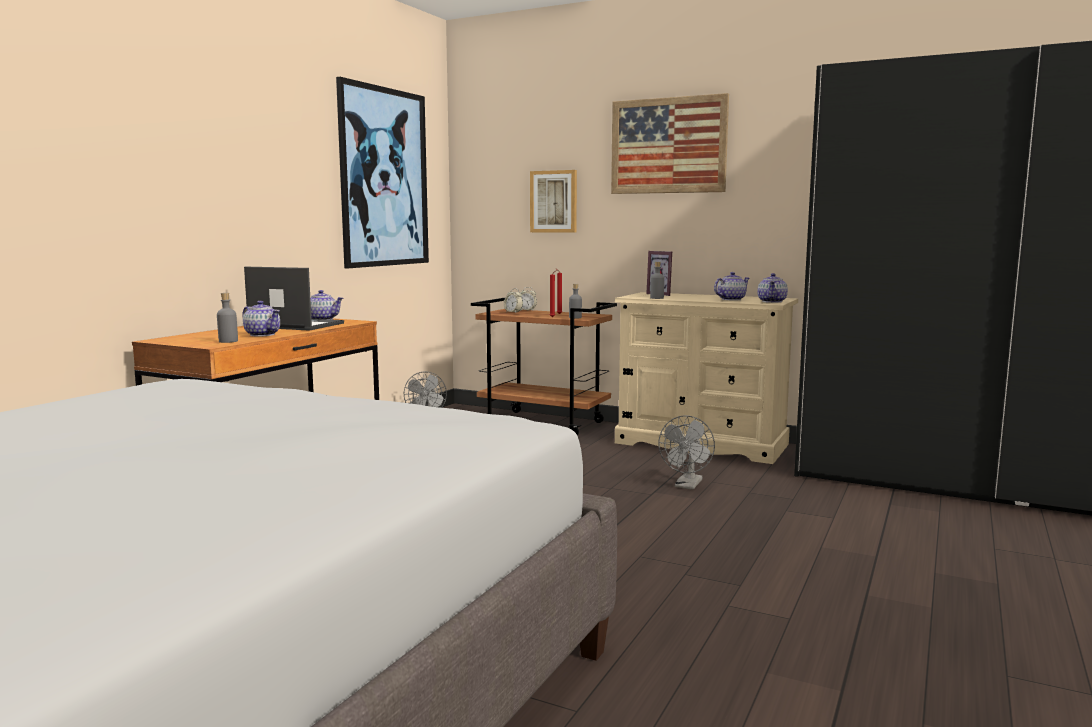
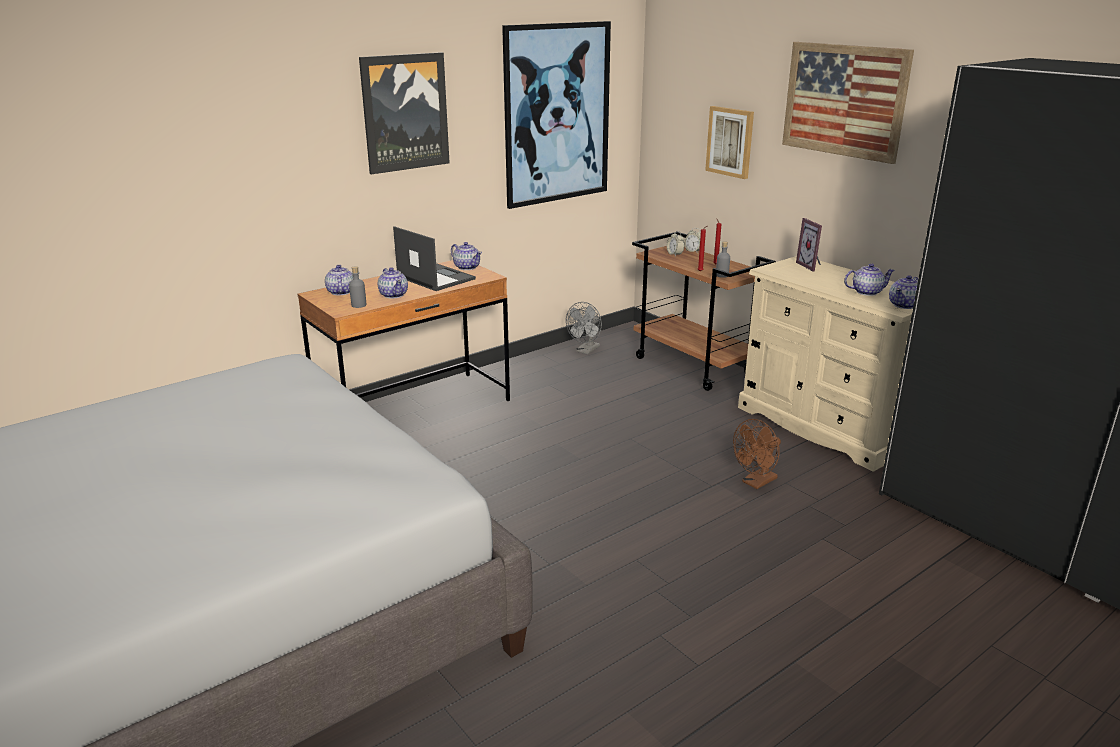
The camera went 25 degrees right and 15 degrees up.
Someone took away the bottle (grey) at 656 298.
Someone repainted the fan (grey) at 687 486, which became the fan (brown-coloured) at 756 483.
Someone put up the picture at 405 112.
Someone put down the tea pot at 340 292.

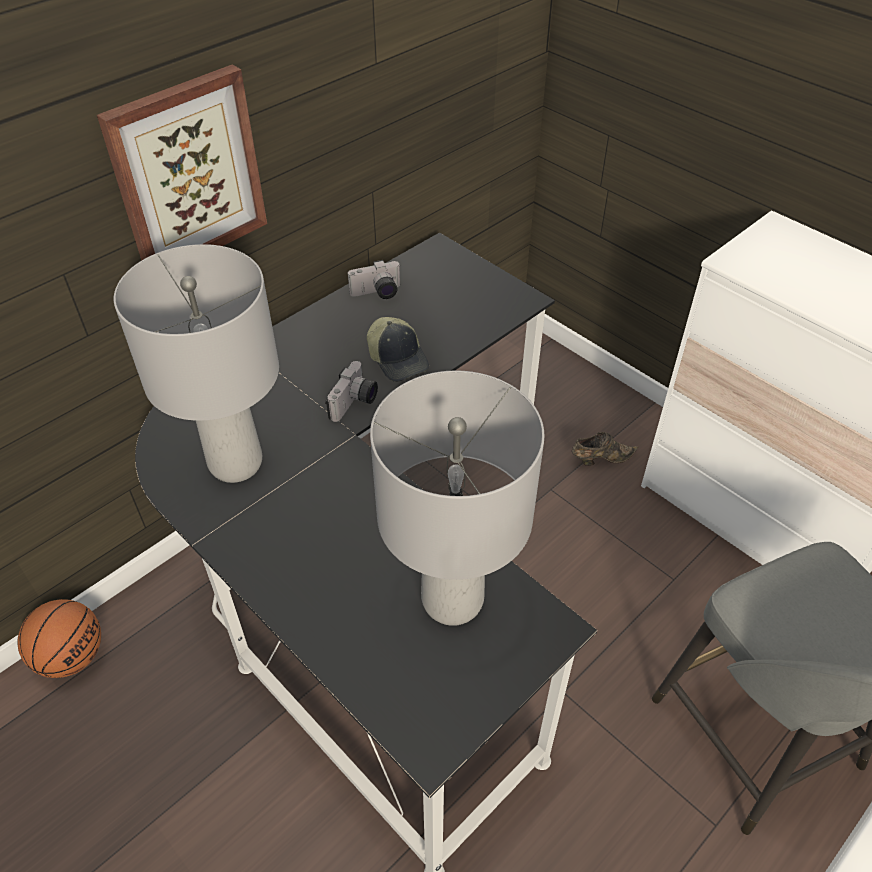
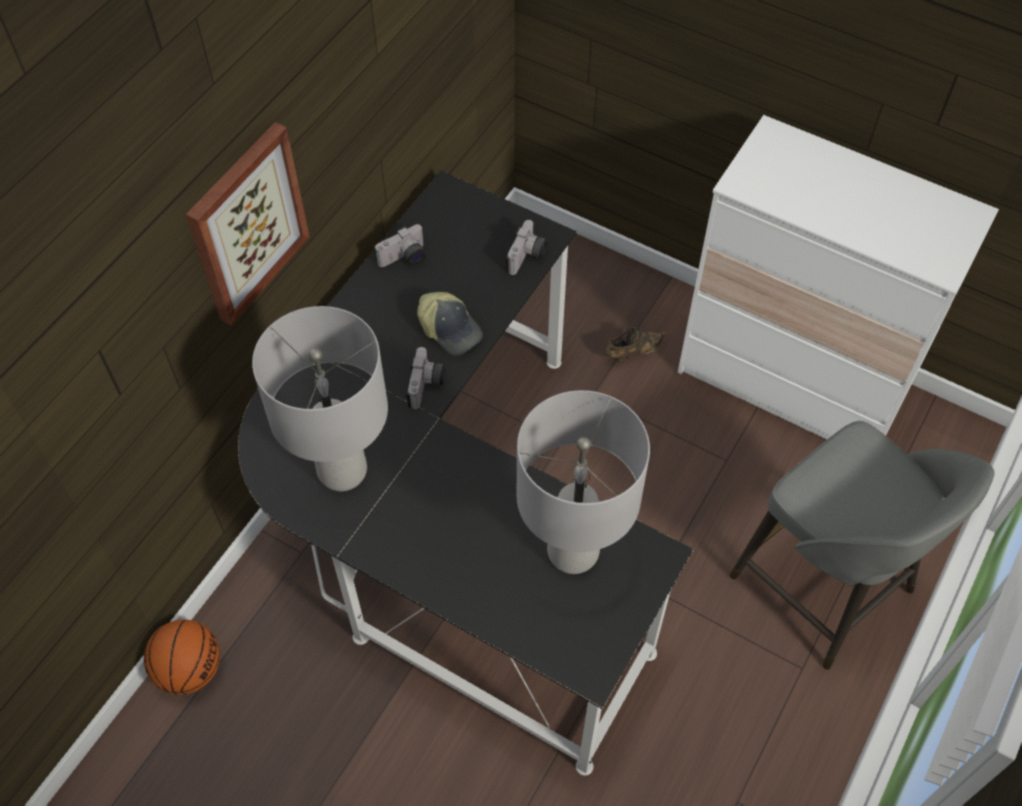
The camera went 15 degrees left and 10 degrees up.
Someone put down the photo camera at 527 257.

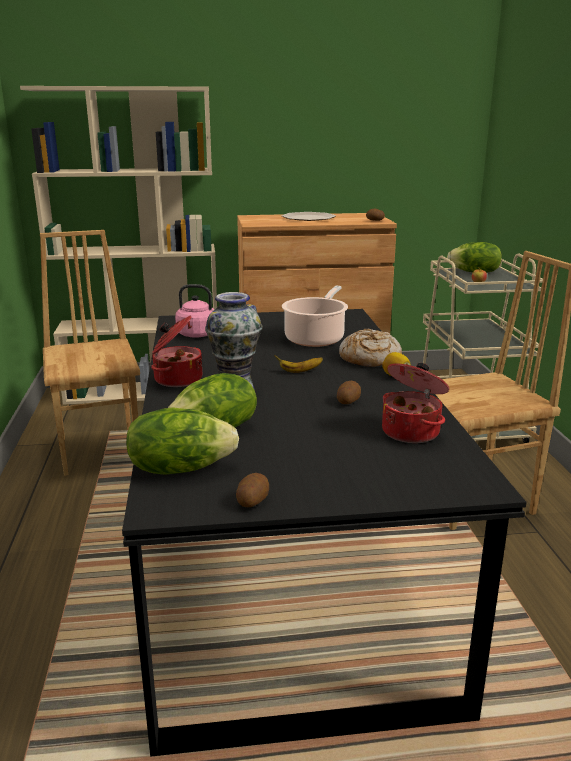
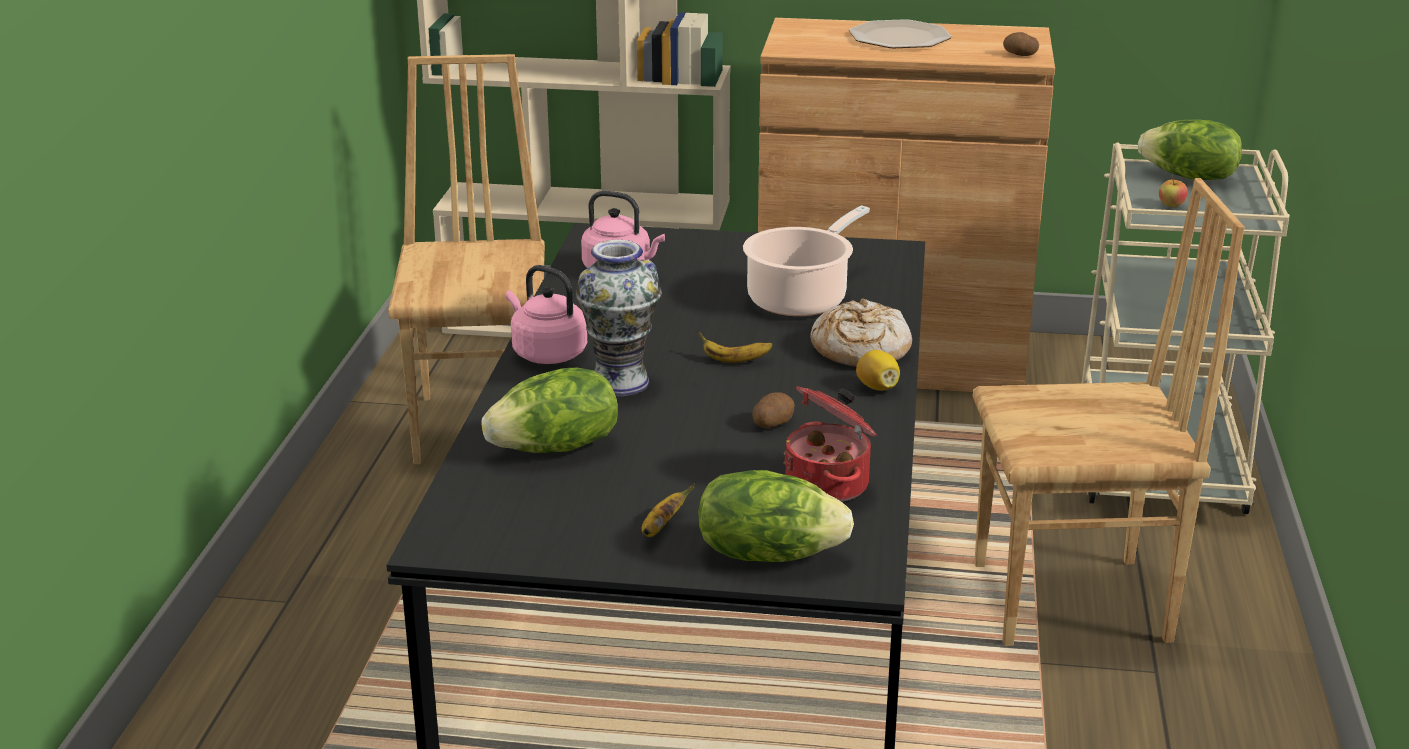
The camera went 15 degrees right and 5 degrees up.
Someone swapped the saucepot at 177 379 for the water kettle (pinkish) at 546 353.
Someone carried the lettuce head from 180 468 to 768 553.
Someone took away the whole potato at 252 501.
Someone put down the banana fruit at 662 527.

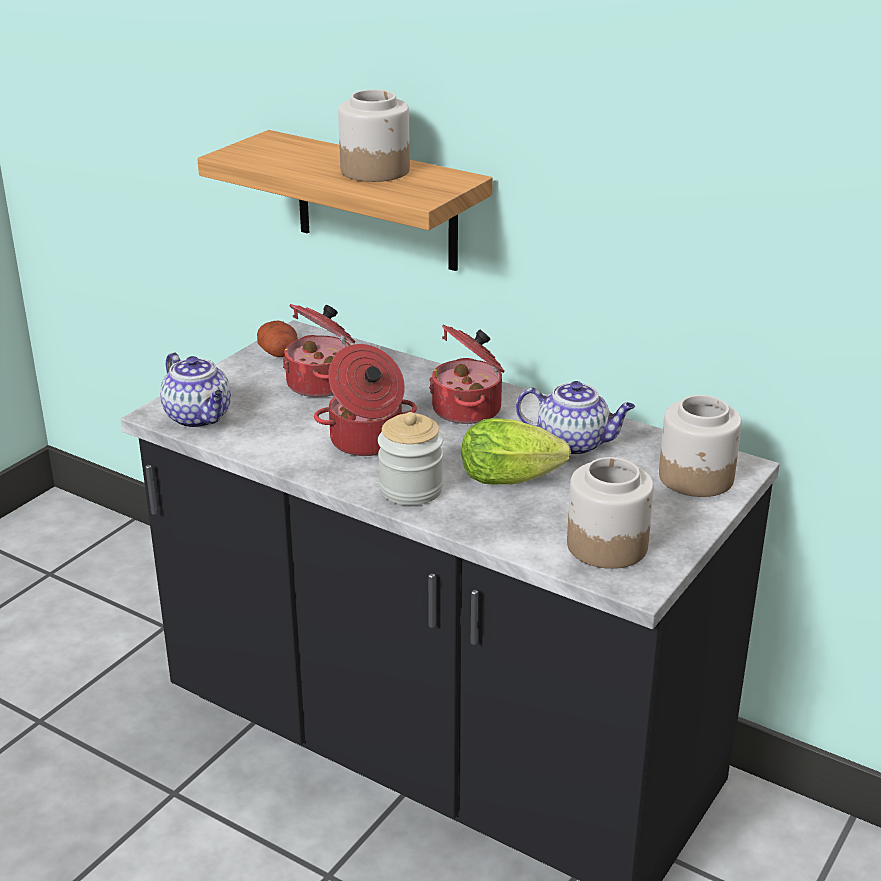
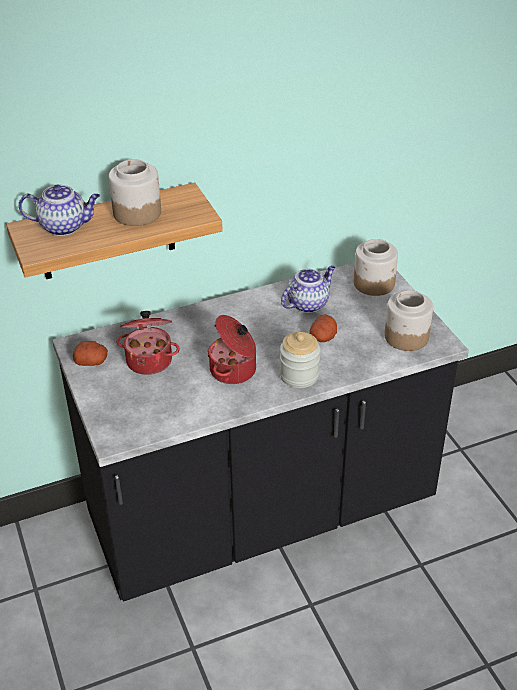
The camera went 55 degrees left and 10 degrees up.
Someone took away the saucepot at 469 409.
Someone carried the tea pot from 200 418 to 64 226.
Someone swapped the lettuce head at 515 479 for the whole potato at 323 337.

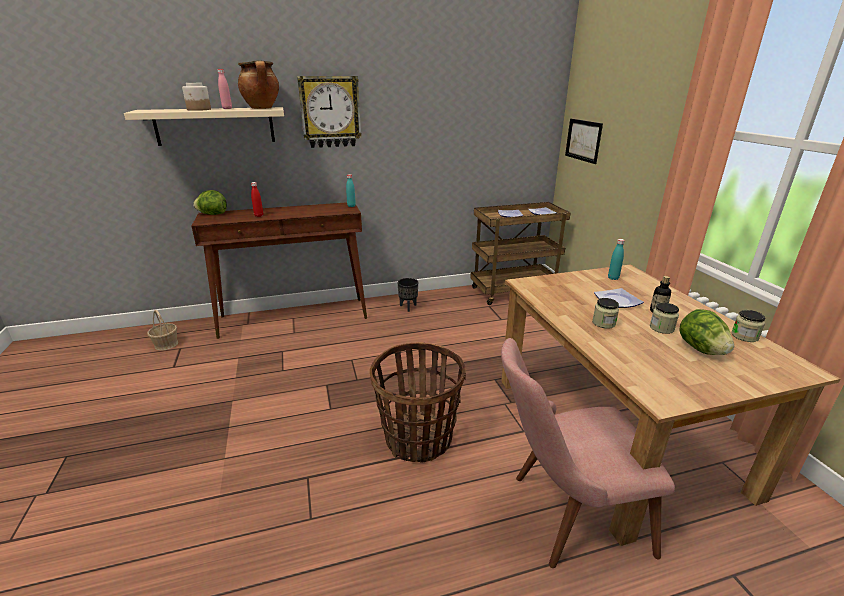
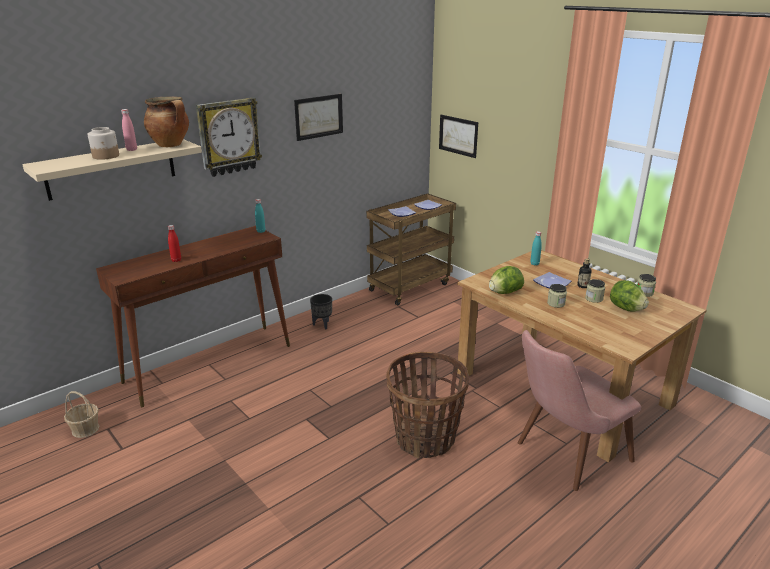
The camera went 25 degrees left and 0 degrees up.
Someone carried the lettuce head from 212 214 to 504 292.
Someone put up the picture at 319 116.

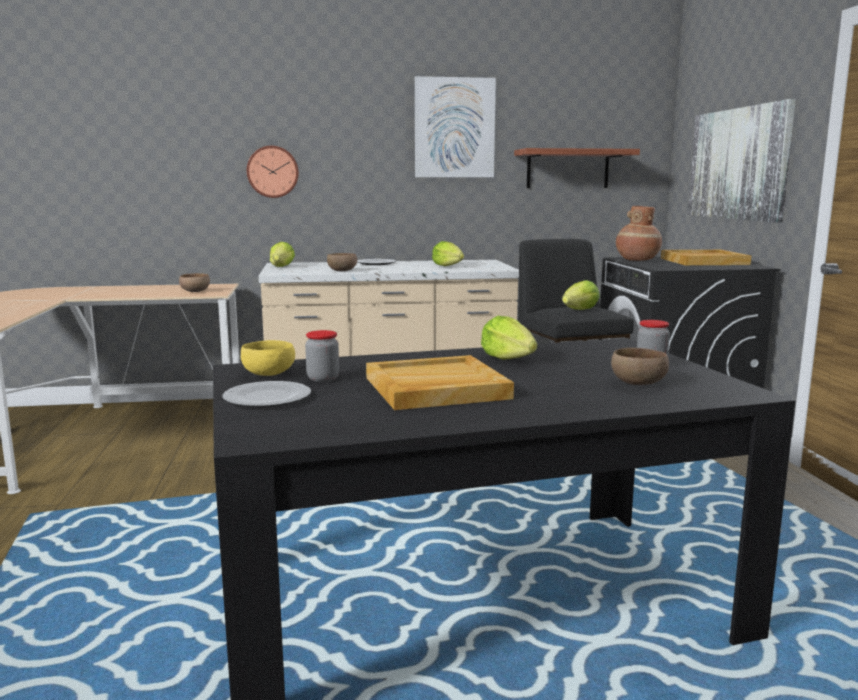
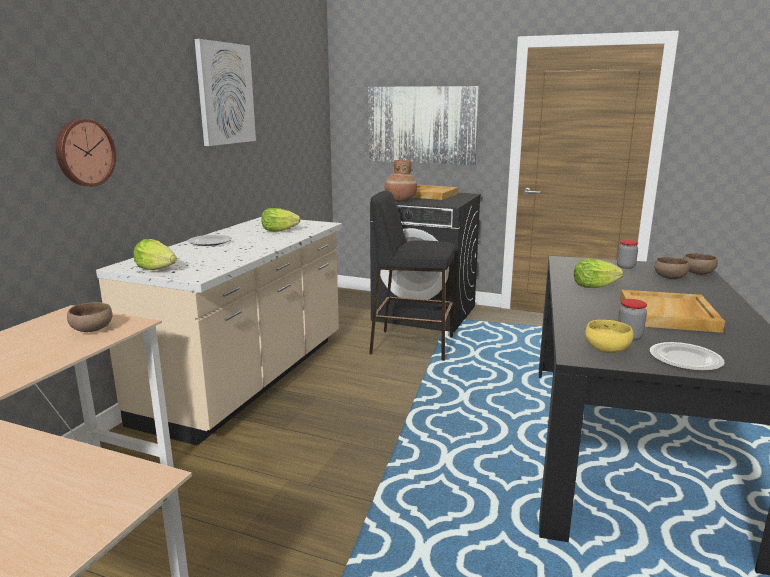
The camera went 60 degrees left and 5 degrees up.
Someone took away the shelf at 567 169.
Someone carried the bowl (brown-coloured) from 342 271 to 697 273.
Someone took away the lettuce head at 580 310.

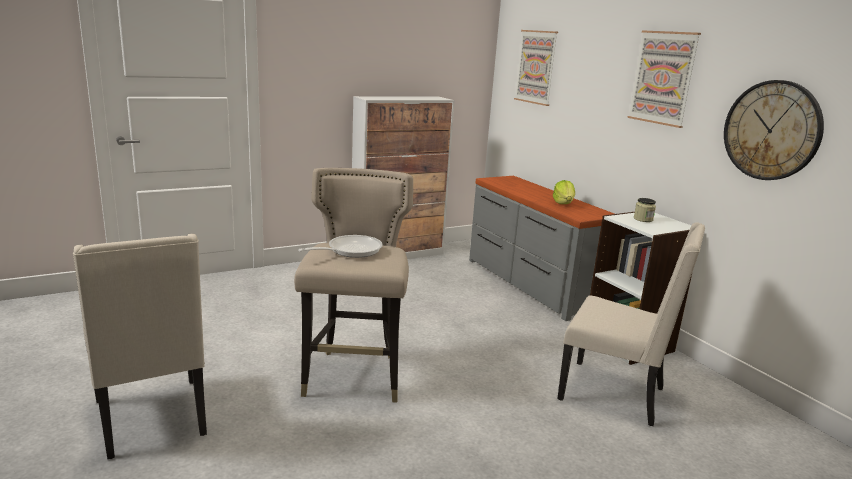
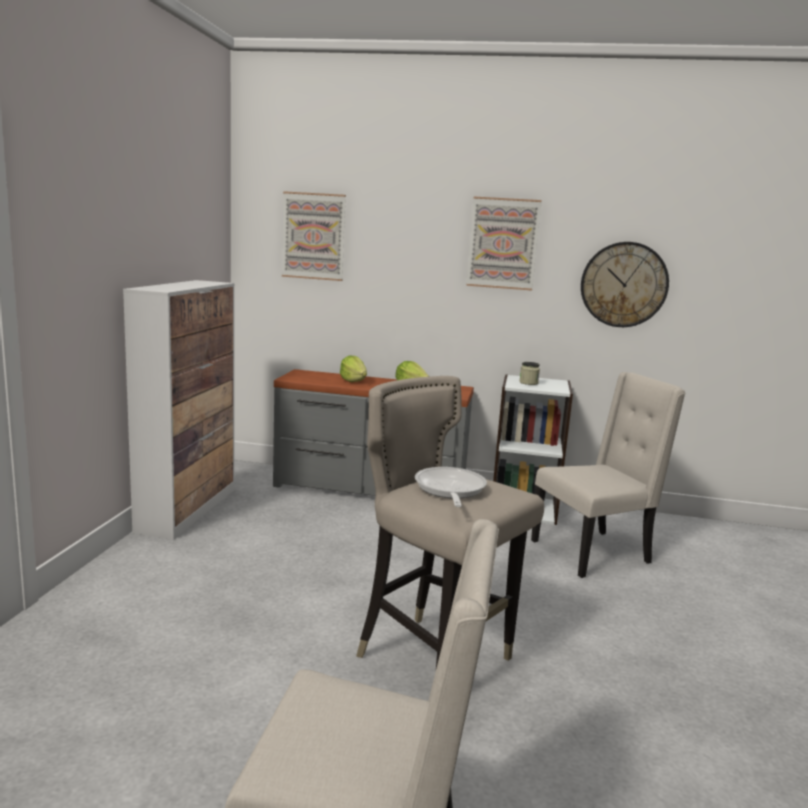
The camera went 50 degrees left and 5 degrees down.
Someone put down the lettuce head at 353 381.

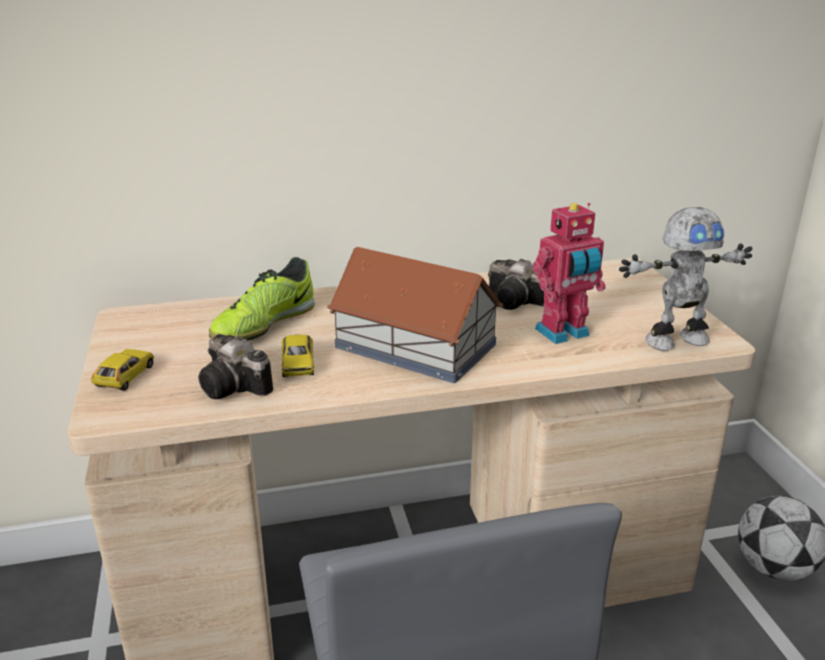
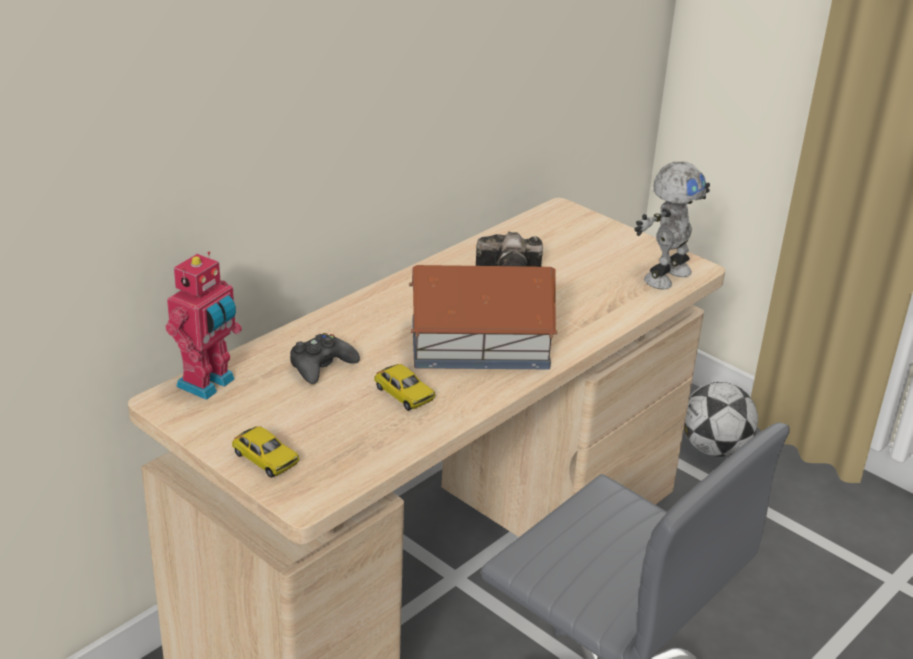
The camera went 35 degrees left and 5 degrees up.
Someone carried the toy robot from 564 334 to 208 384.
Someone swapped the shoe at 264 325 for the game controller (blackish) at 321 366.
Someone took away the photo camera at 236 387.
Someone rotated the toy car at 125 376 by 150 degrees clockwise.

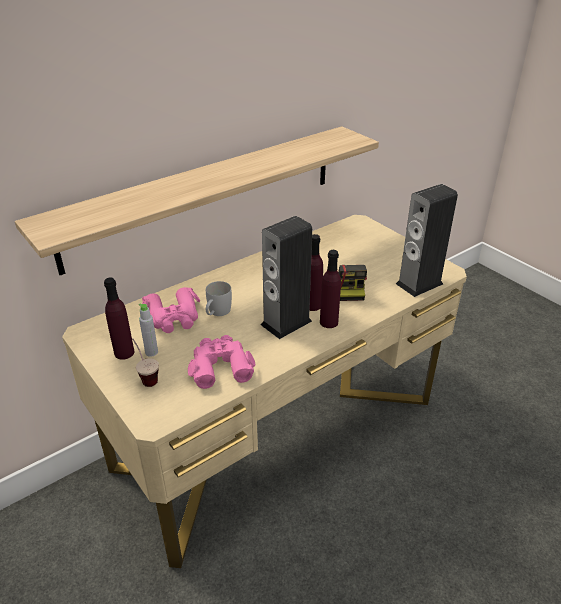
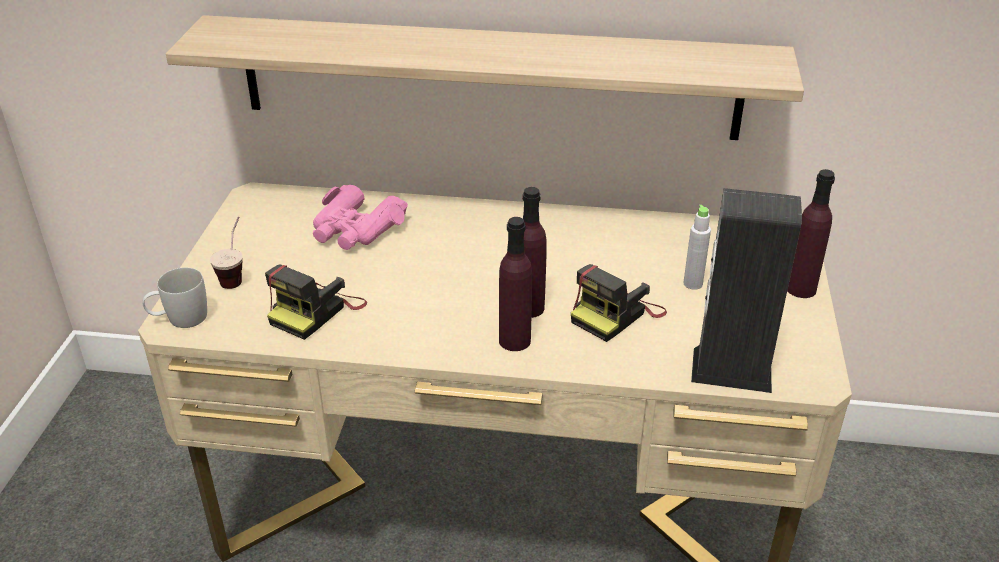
The camera went 45 degrees right and 0 degrees up.
Someone took away the loudspeaker at 286 323.
Someone carried the bottle (purplish) from 124 353 to 800 289.
Someone carried the tea mug (whitish) from 217 313 to 179 319.
Someone carried the bottle (grey) from 151 352 to 693 284.
Someone swapped the field glasses (pinkish) at 220 366 for the photo camera at 316 311.

